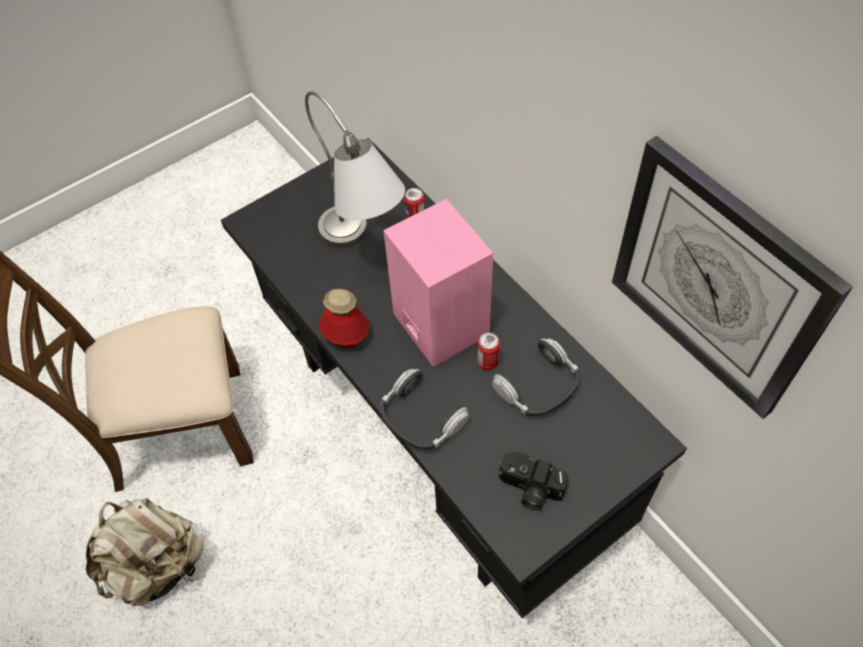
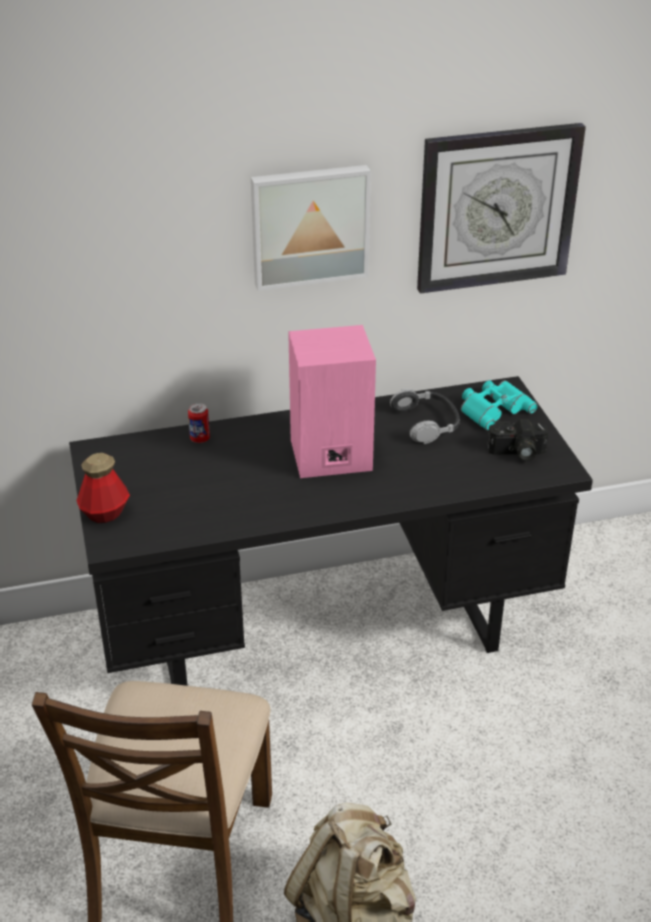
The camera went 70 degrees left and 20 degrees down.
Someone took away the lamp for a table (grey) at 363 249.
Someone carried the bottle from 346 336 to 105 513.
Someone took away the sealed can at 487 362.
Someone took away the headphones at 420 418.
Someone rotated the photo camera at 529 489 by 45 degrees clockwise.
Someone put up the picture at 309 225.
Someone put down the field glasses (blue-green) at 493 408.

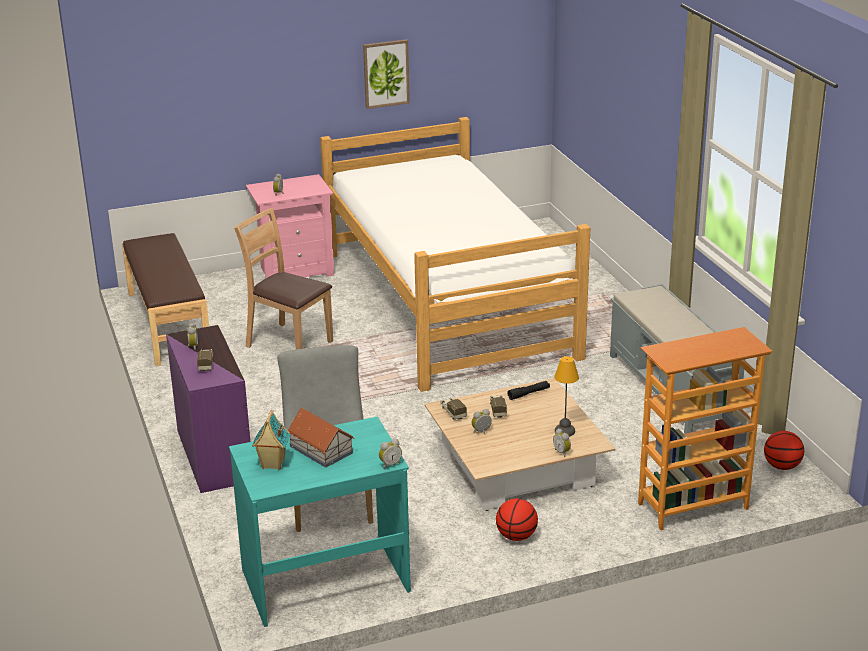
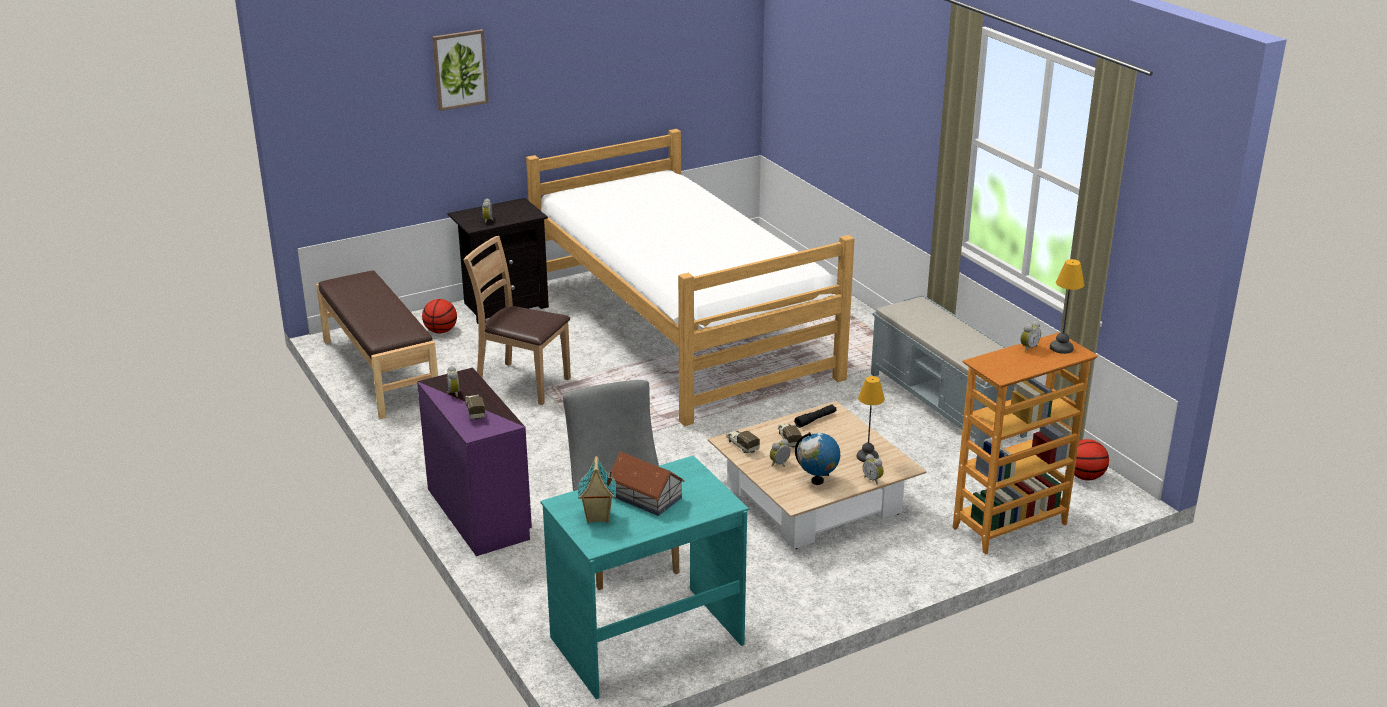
The camera went 10 degrees left and 0 degrees up.
Someone carried the picture from 386 73 to 460 69.
Someone repainted the nightstand (pinkish) at 295 271, which became the nightstand (blackish) at 504 305.
Someone carried the bedside clock from 390 464 to 1028 347.
Someone carried the ball for basketball from 516 536 to 441 331.
Someone put down the lamp for a table at 1060 348.
Someone put down the world globe at 817 481.

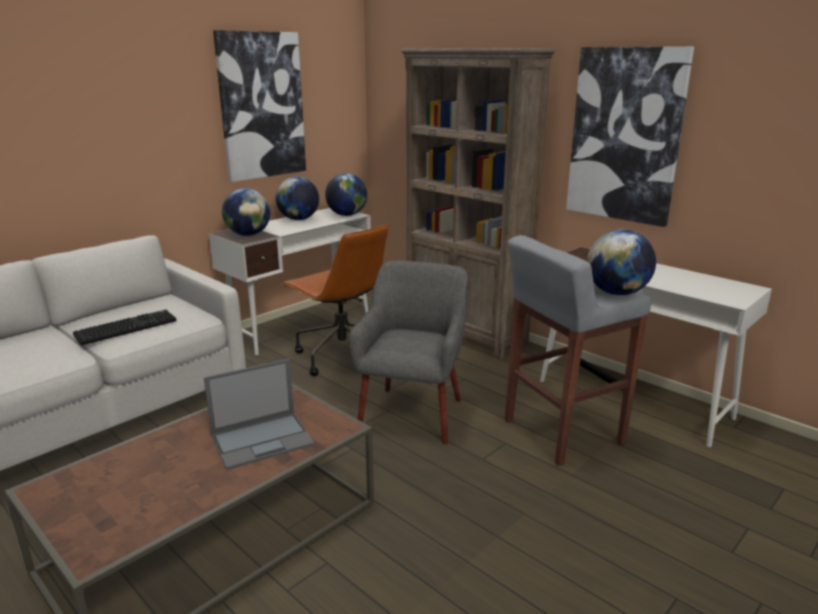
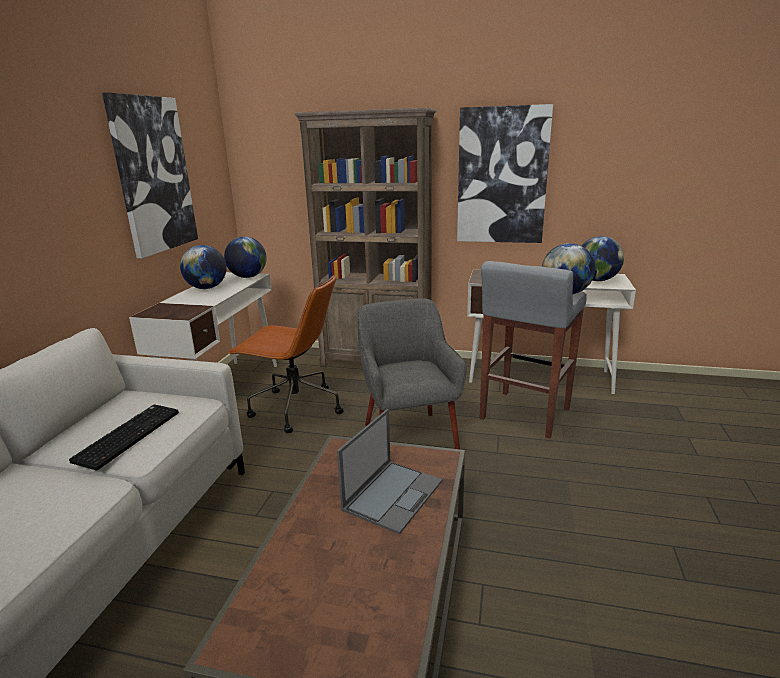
The camera went 30 degrees left and 0 degrees up.
Someone carried the world globe from 248 235 to 596 280.

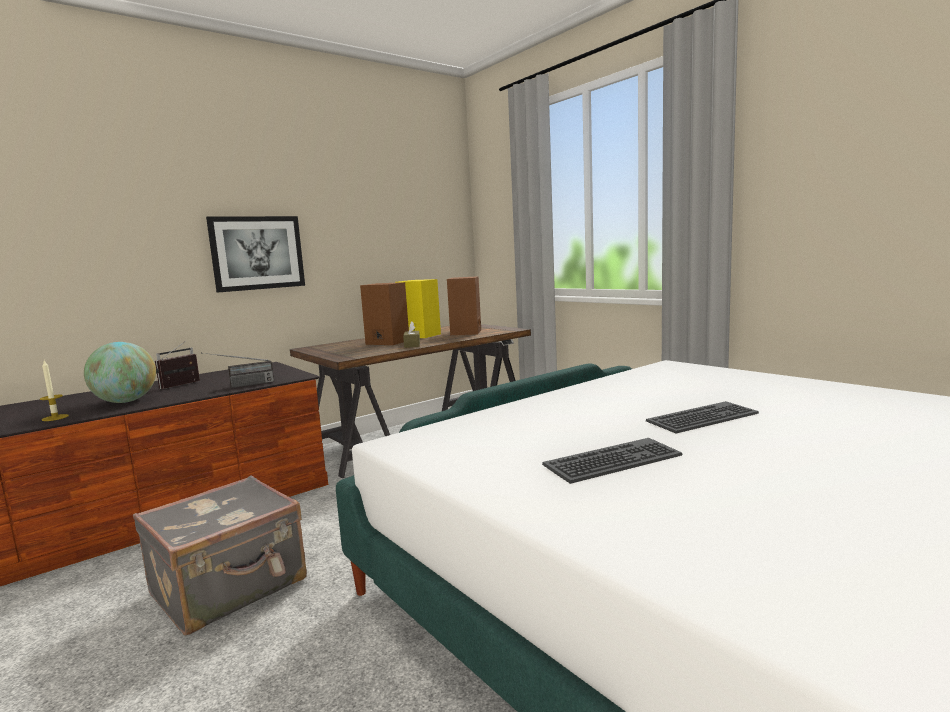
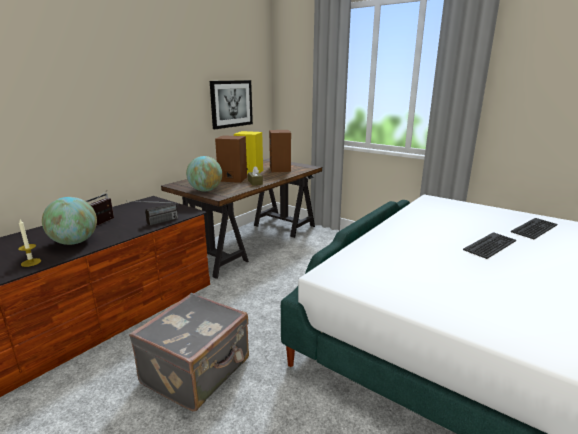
The camera went 15 degrees left and 10 degrees up.
Someone carried the picture from 257 253 to 231 103.
Someone carried the keyboard from 613 461 to 535 229.
Someone put down the world globe at 205 190.

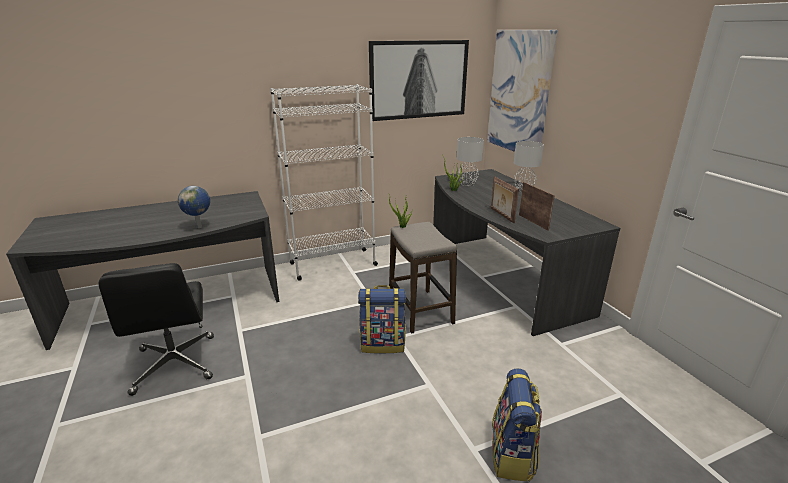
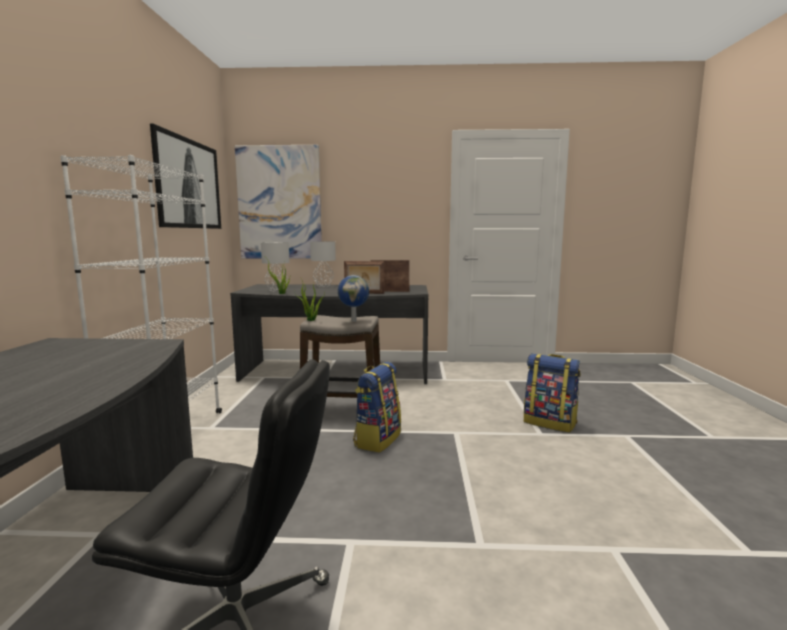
The camera went 65 degrees left and 15 degrees down.
Someone carried the world globe from 200 227 to 354 321.

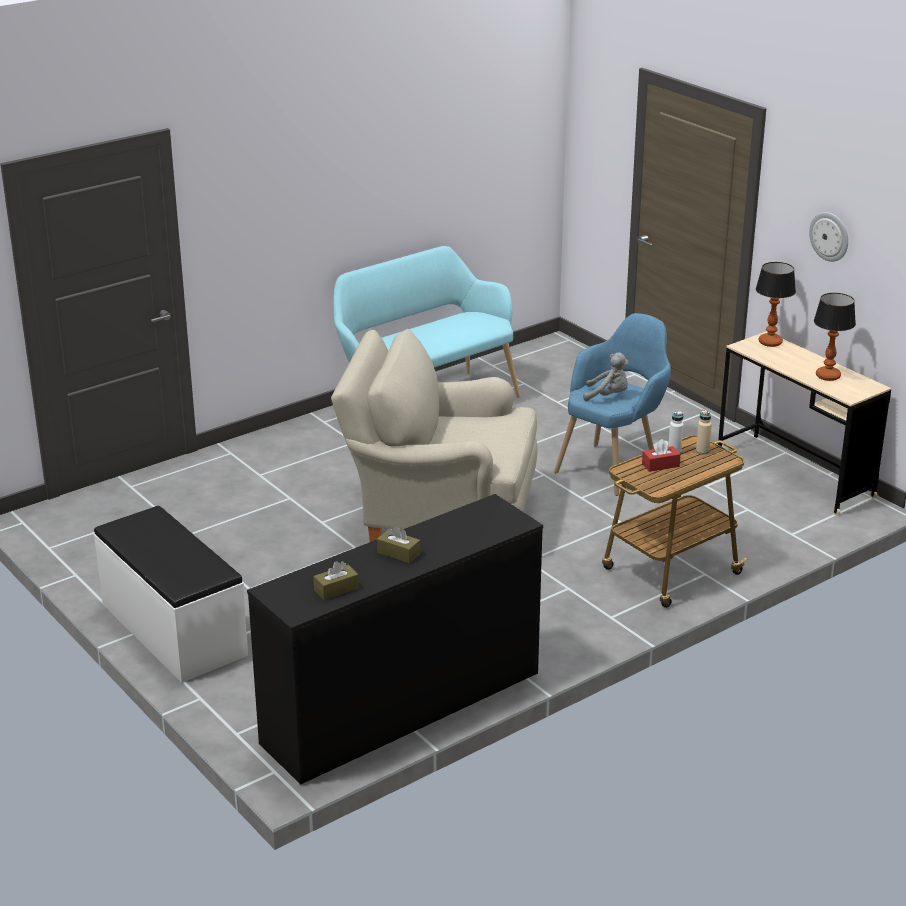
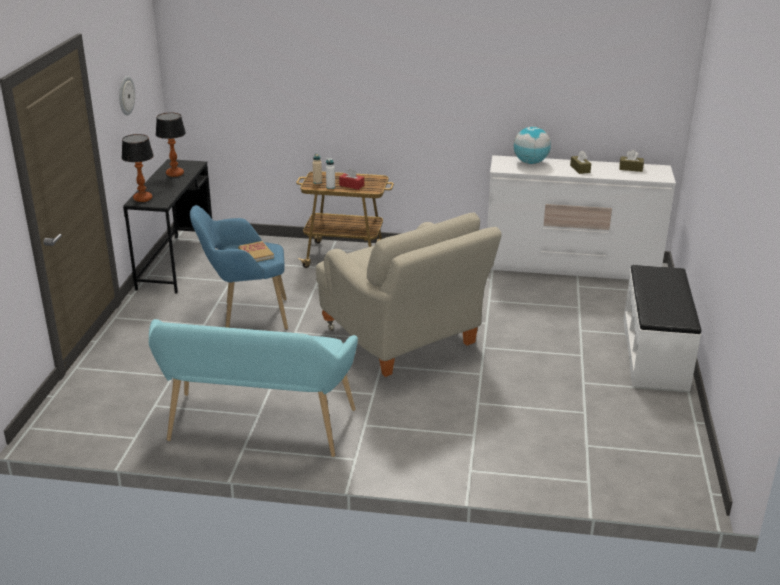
The camera went 135 degrees left and 0 degrees up.
Someone repainted the desk table (beige-coloured) at 794 474, which became the desk table (blackish) at 176 263.
Someone swapped the cuddly toy (grey) at 608 396 for the bound book at 256 253.
Someone repainted the chest of drawers (blackish) at 401 708, which became the chest of drawers (whitish) at 571 267.
Someone put down the world globe at 530 162.

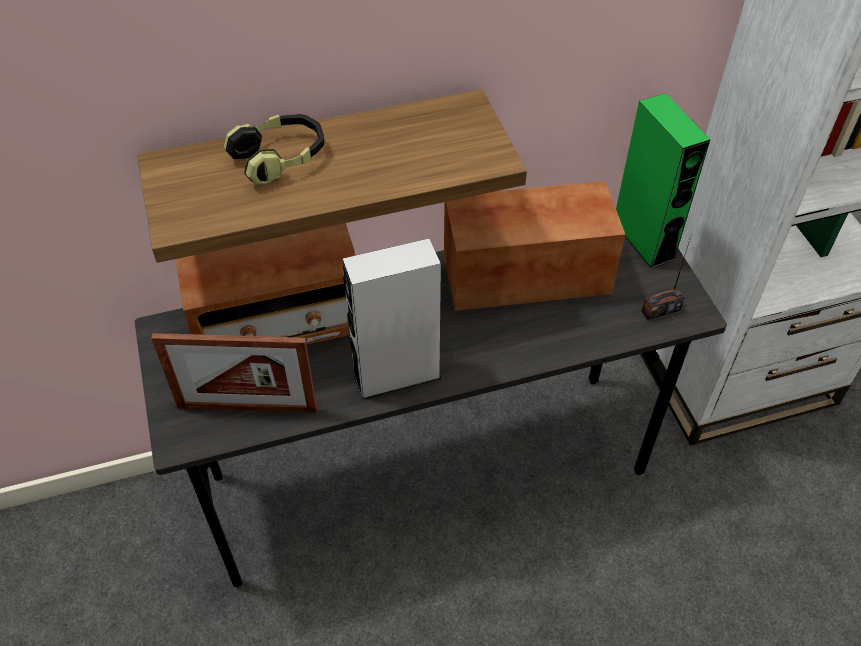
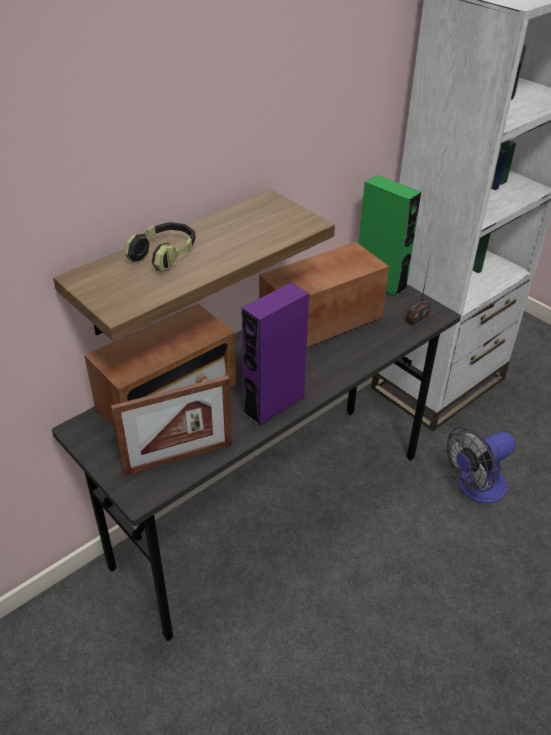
The camera went 25 degrees left and 10 degrees down.
Someone repainted the loudspeaker (grey) at 396 376, which became the loudspeaker (purplish) at 274 405.
Someone put down the fan at 475 488.

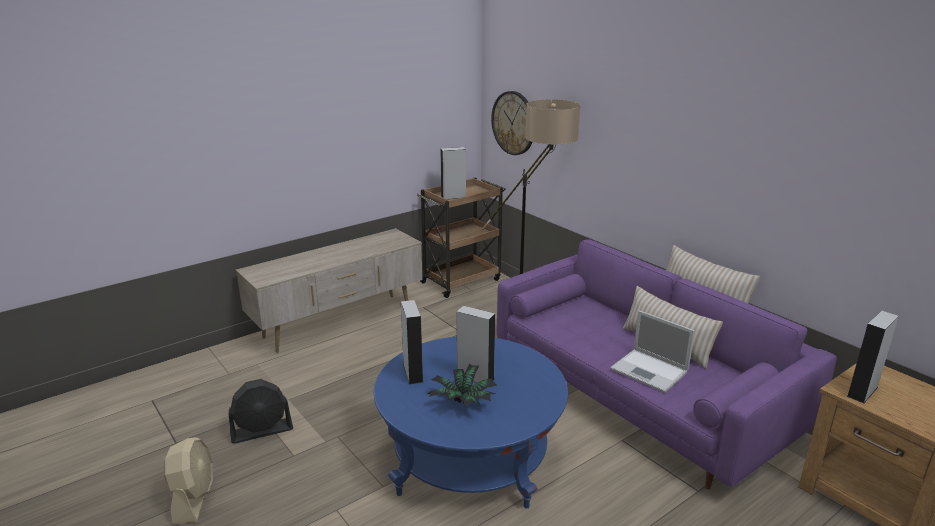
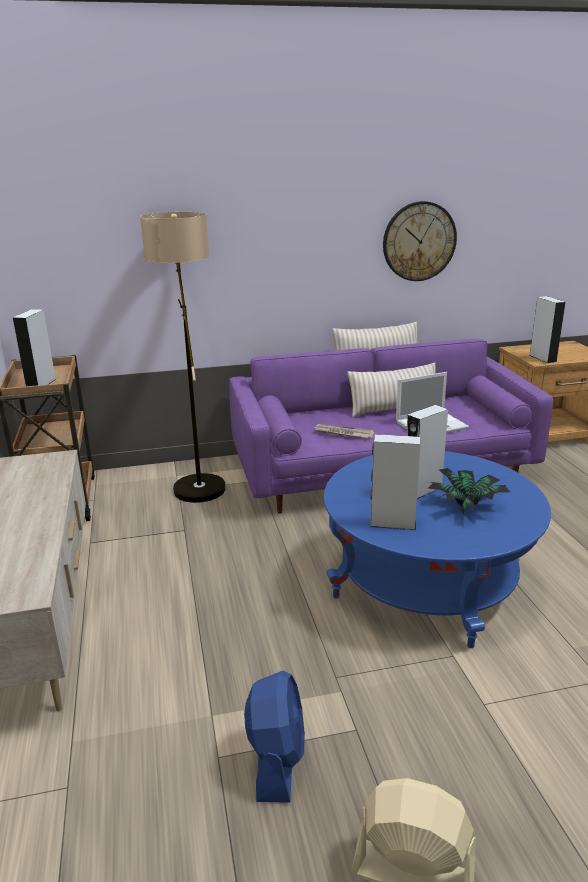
The camera went 65 degrees left and 0 degrees up.
Someone carried the hanging clock from 514 123 to 419 241.
Someone repainted the fan (blackish) at 262 431, which became the fan (blue) at 276 759.
Someone put down the printed paper at 343 433.

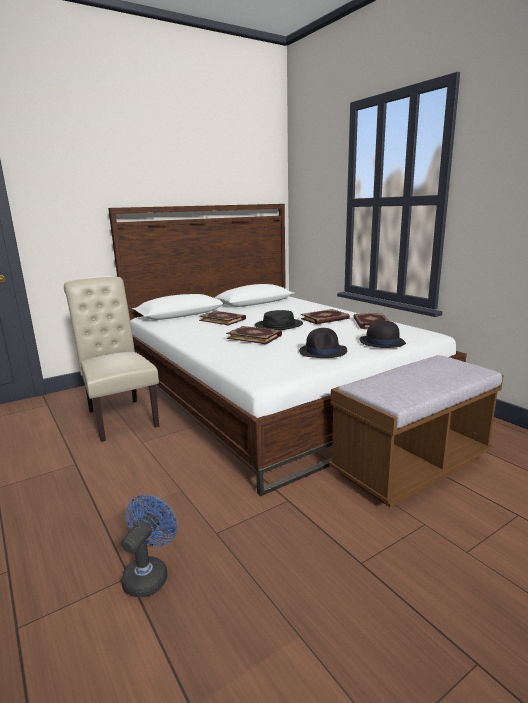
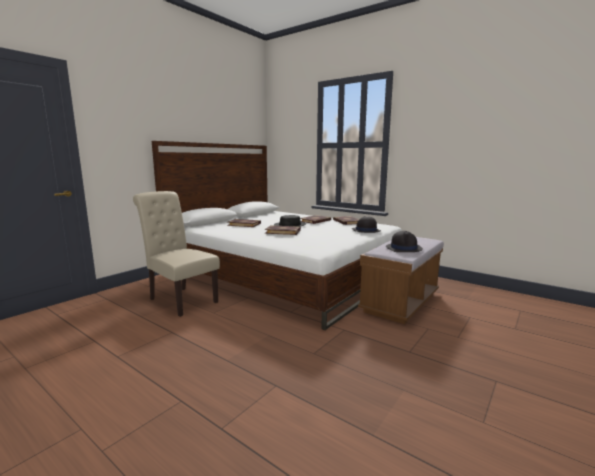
The camera went 20 degrees left and 5 degrees down.
Someone carried the hat (blackish) from 323 351 to 403 248.
Someone took away the fan (blue) at 149 574.

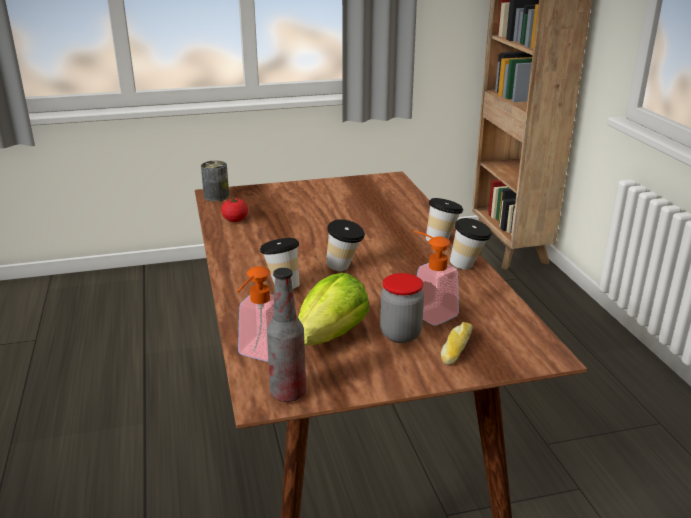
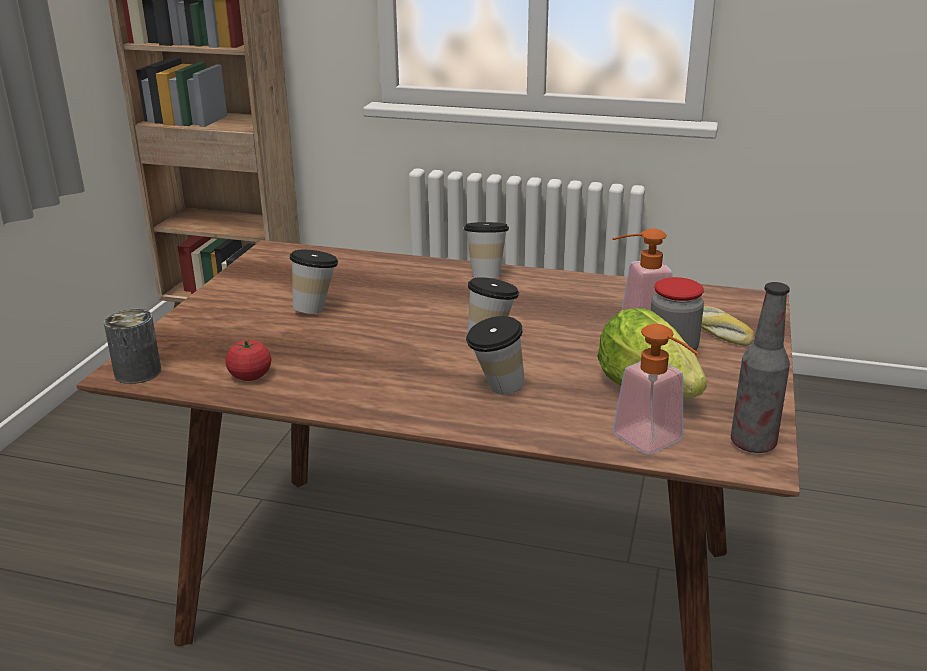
The camera went 60 degrees left and 0 degrees up.
Someone carried the small cup from 468 266 to 316 308.

